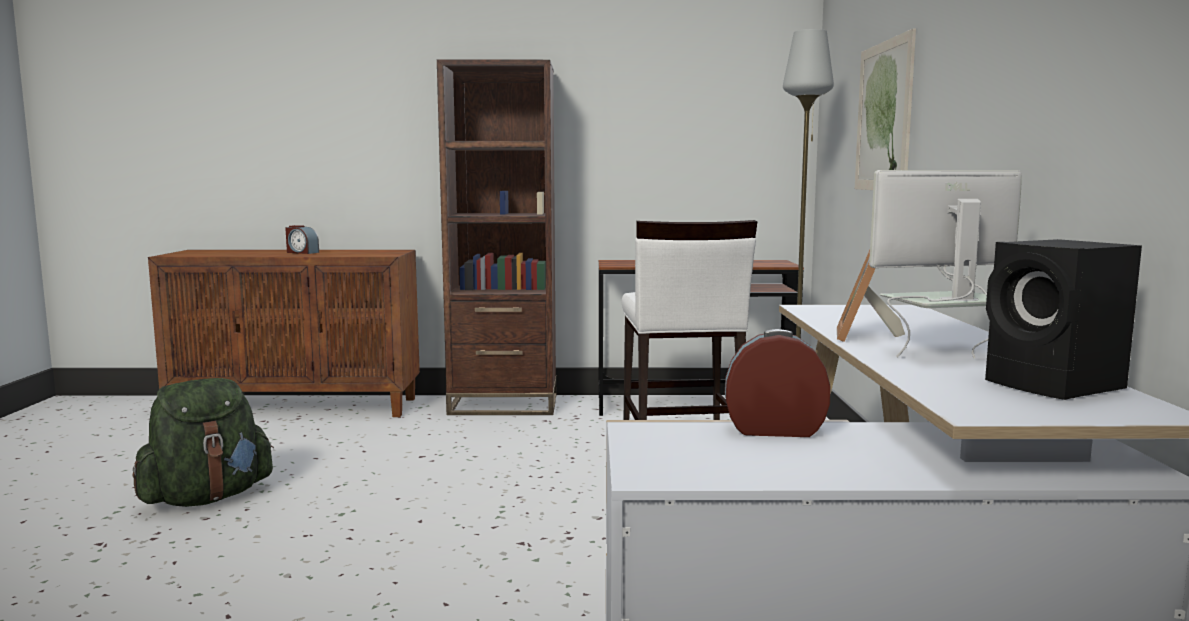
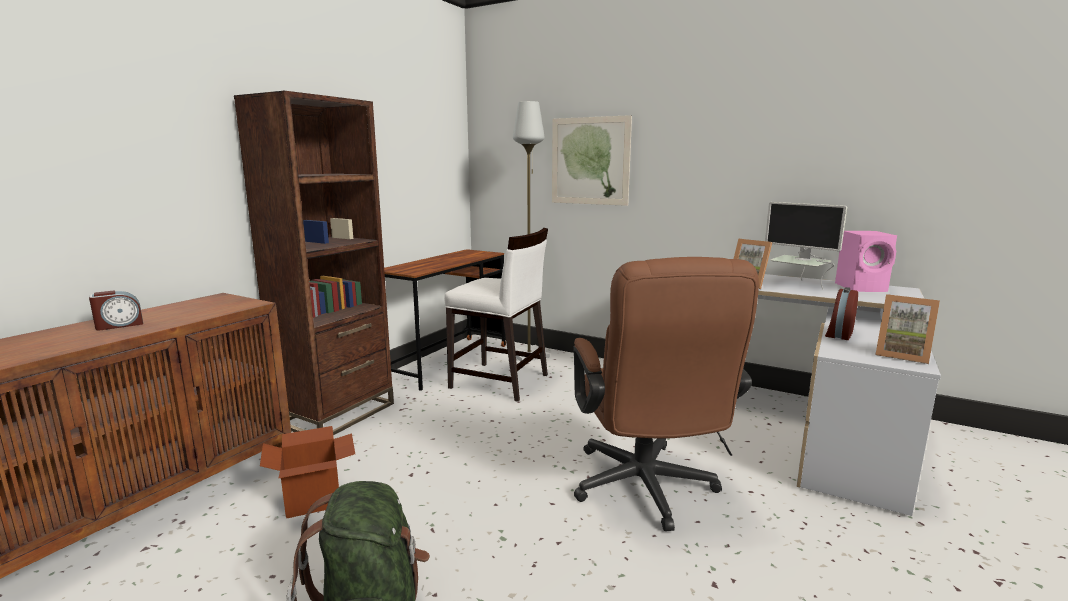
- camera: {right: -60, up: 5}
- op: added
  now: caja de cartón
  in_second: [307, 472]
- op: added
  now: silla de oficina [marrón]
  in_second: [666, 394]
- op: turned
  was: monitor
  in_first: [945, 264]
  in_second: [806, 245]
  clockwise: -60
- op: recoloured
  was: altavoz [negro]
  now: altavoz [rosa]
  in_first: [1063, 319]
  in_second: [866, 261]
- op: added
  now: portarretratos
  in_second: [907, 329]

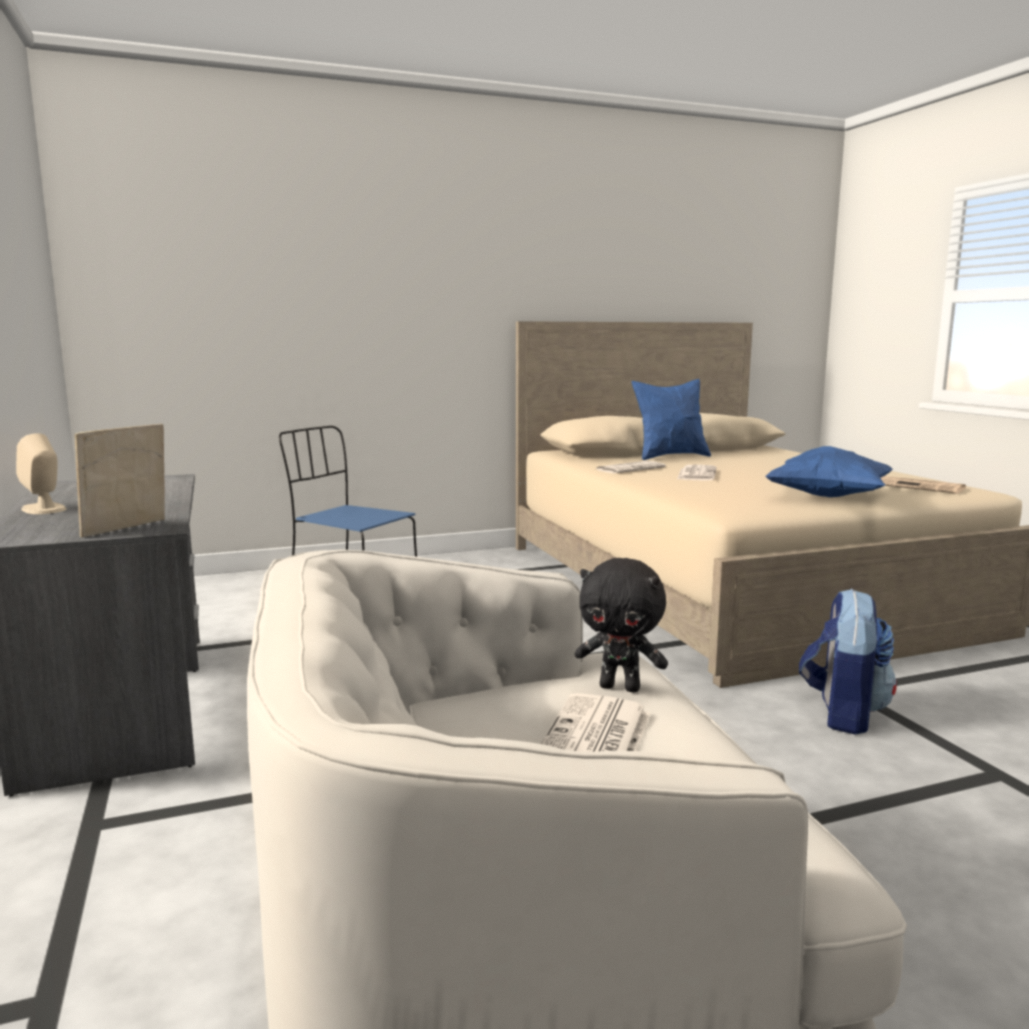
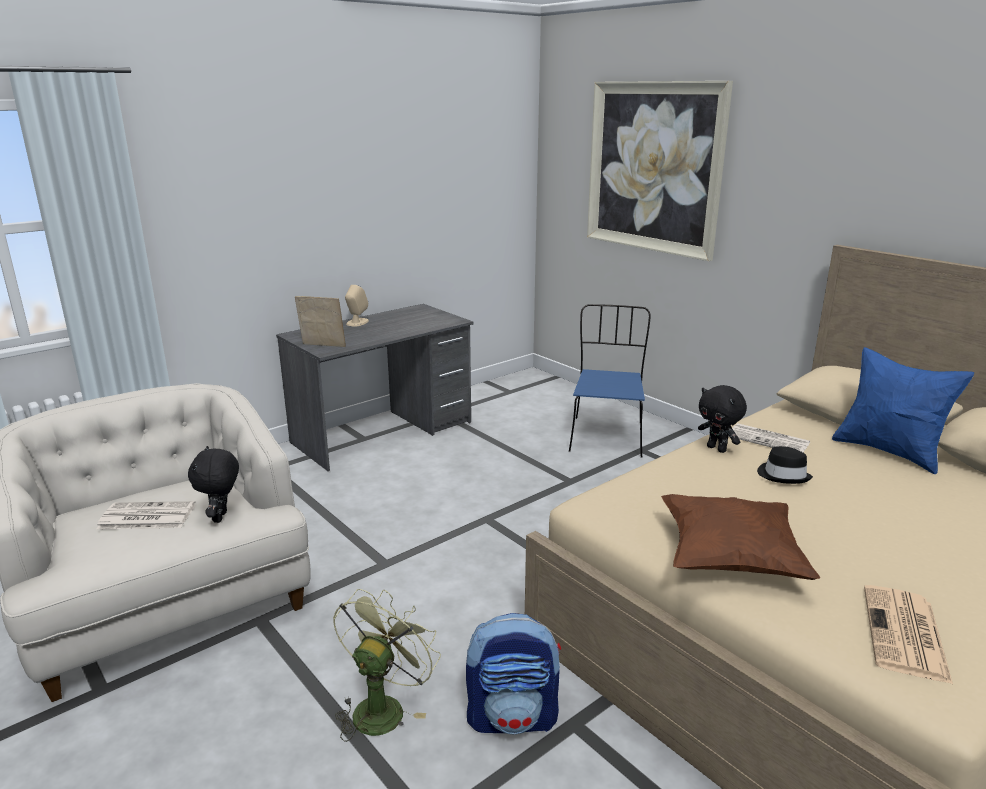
- camera: {right: 70, up: 10}
- op: added
  now: ventilador [verde]
  in_second: [387, 665]
- op: added
  now: cuadro
  in_second: [660, 171]
- op: recoloured
  was: cojín [azul]
  now: cojín [marrón]
  in_first: [829, 471]
  in_second: [740, 537]
- op: added
  now: peluche [negro]
  in_second: [722, 419]
- op: replaced
  was: periódico
  now: sombrero [negro]
  in_first: [696, 472]
  in_second: [785, 465]

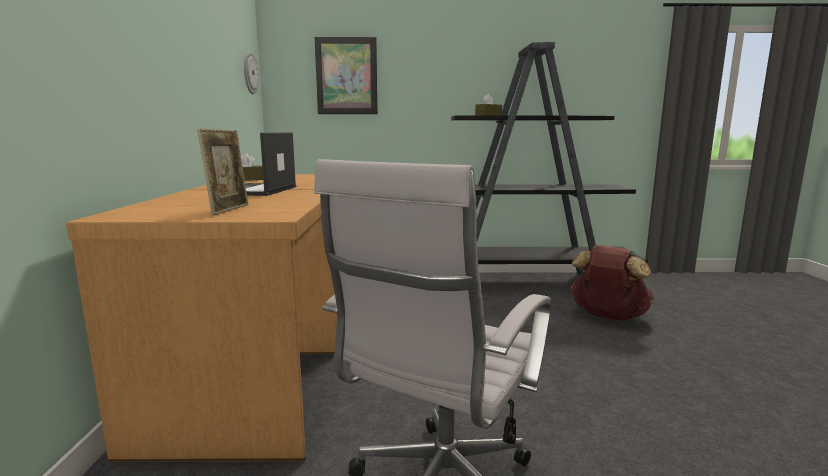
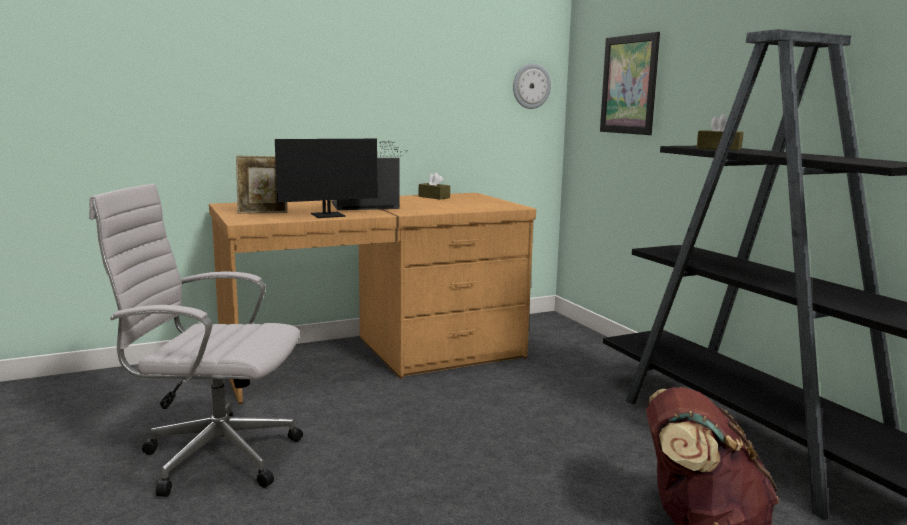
- camera: {right: 65, up: 0}
- op: added
  now: monitor
  in_second: [341, 178]

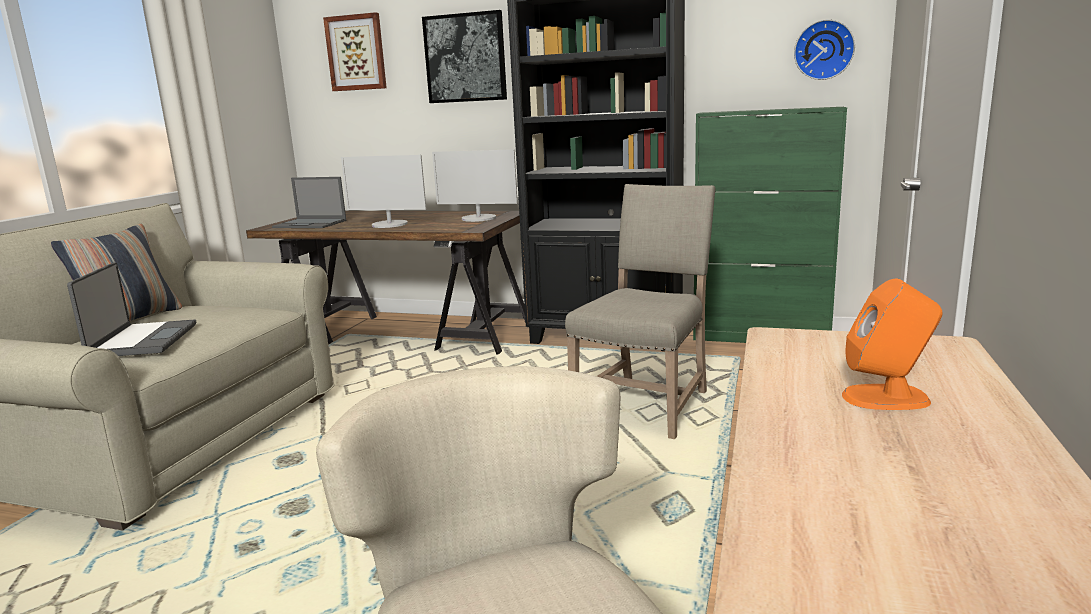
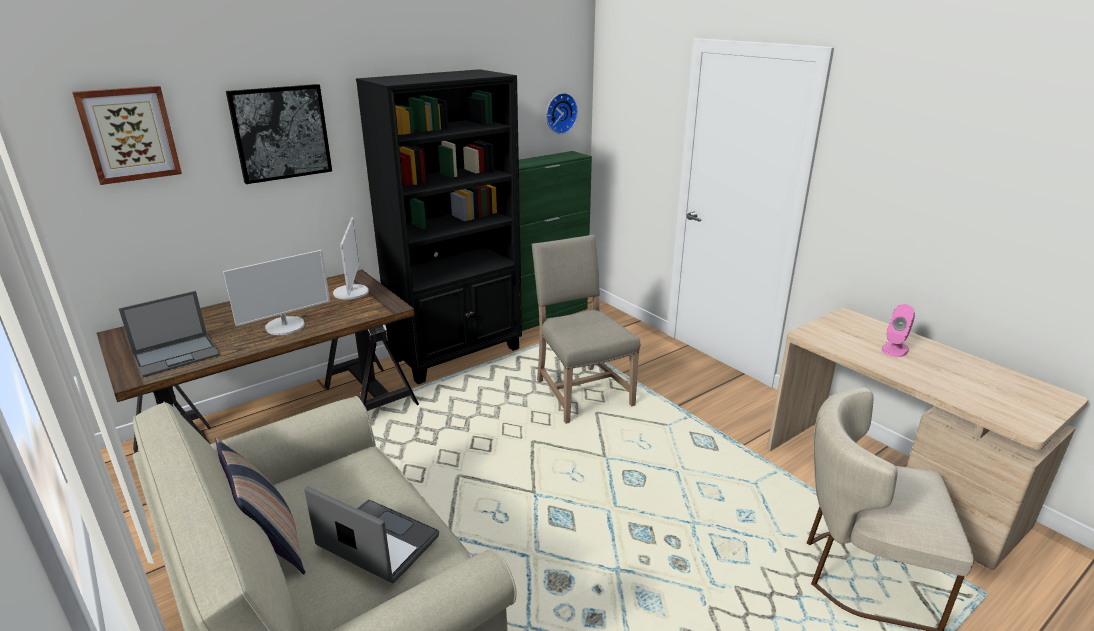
- camera: {right: -55, up: 10}
- op: turned
  was: monitor
  in_first: [475, 185]
  in_second: [351, 258]
  clockwise: -60
- op: recoloured
  was: altavoz [naranja]
  now: altavoz [rosa]
  in_first: [892, 344]
  in_second: [898, 330]

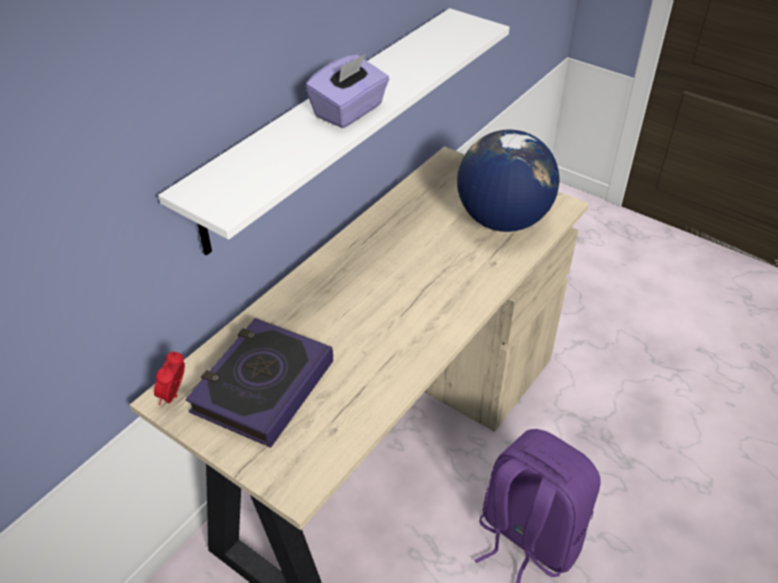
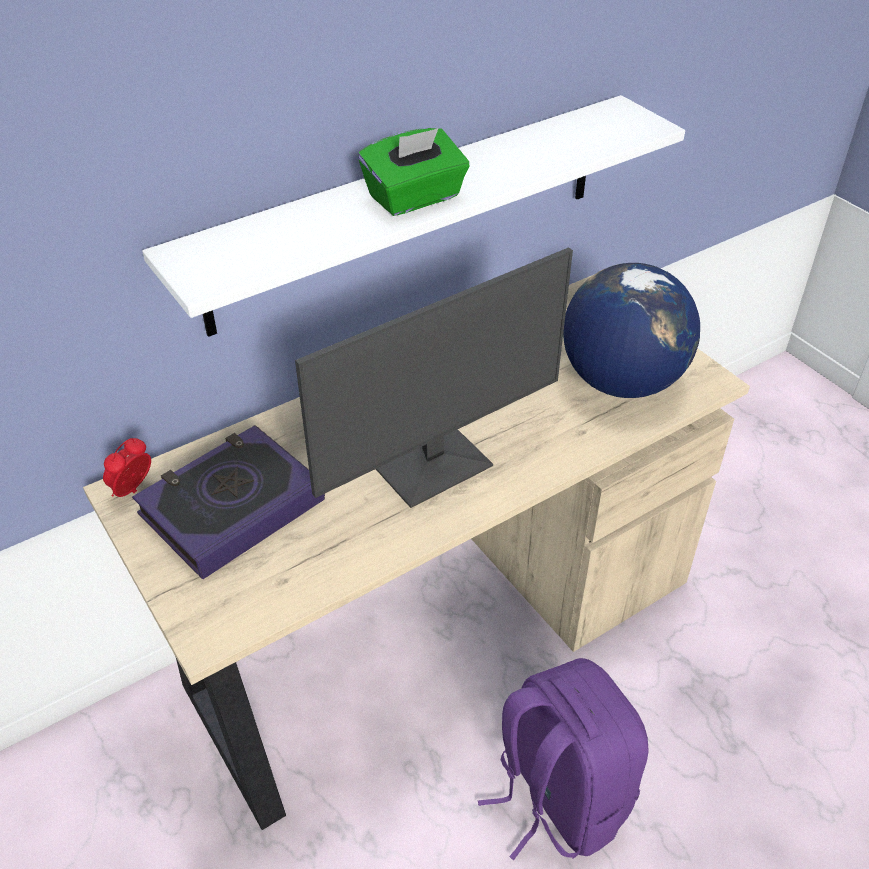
- camera: {right: 20, up: 0}
- op: added
  now: monitor
  in_second: [434, 377]
- op: recoloured
  was: caja de pañuelos [morado]
  now: caja de pañuelos [verde]
  in_first: [347, 91]
  in_second: [414, 172]

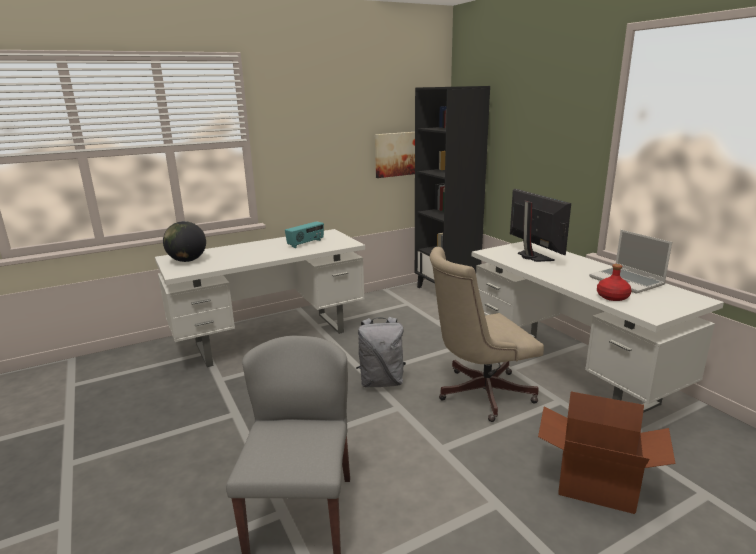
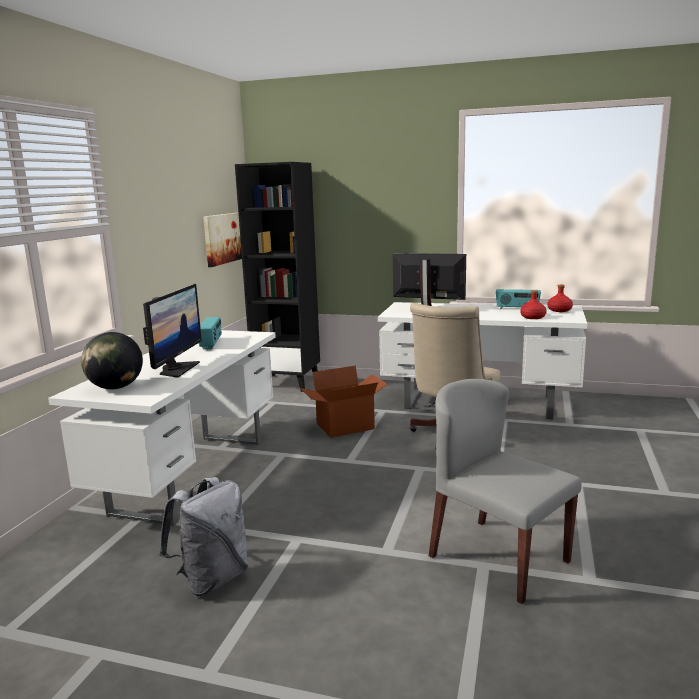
- camera: {right: -45, up: -5}
- op: added
  now: monitor
  in_second: [172, 331]
- op: moved
  was: mochila [gris]
  in_first: [381, 352]
  in_second: [203, 536]
- op: moved
  was: caja de cartón
  in_first: [607, 453]
  in_second: [344, 401]
- op: replaced
  was: portátil
  now: radio
  in_first: [630, 262]
  in_second: [518, 299]
- op: added
  now: botella [rojo]
  in_second: [560, 298]

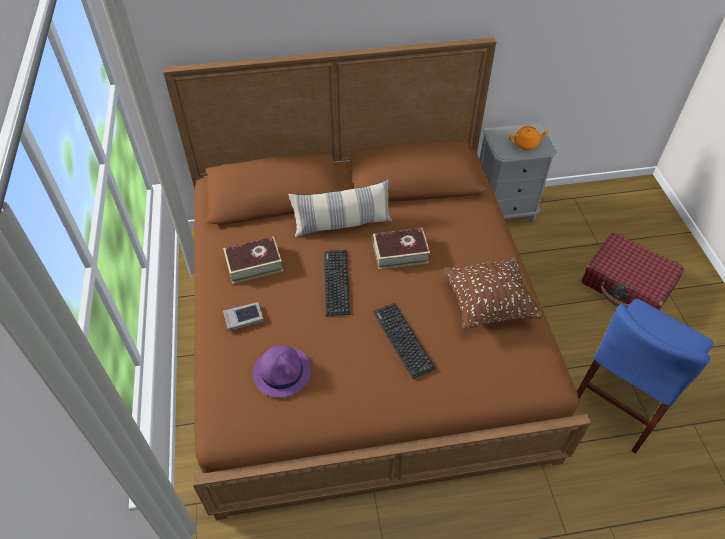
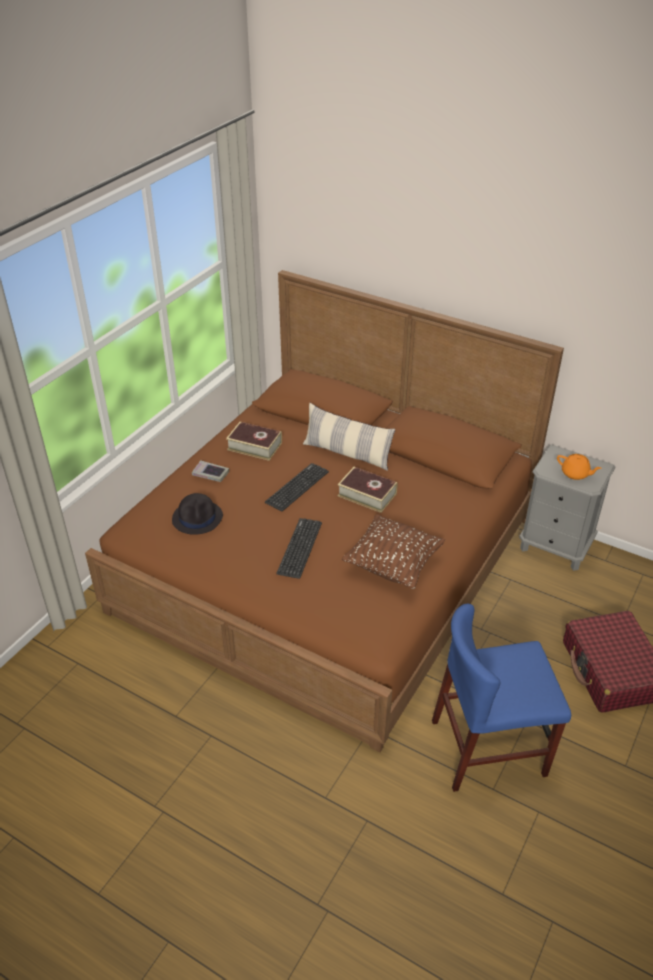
- camera: {right: 40, up: -10}
- op: recoloured
  was: sombrero [morado]
  now: sombrero [negro]
  in_first: [282, 371]
  in_second: [197, 514]

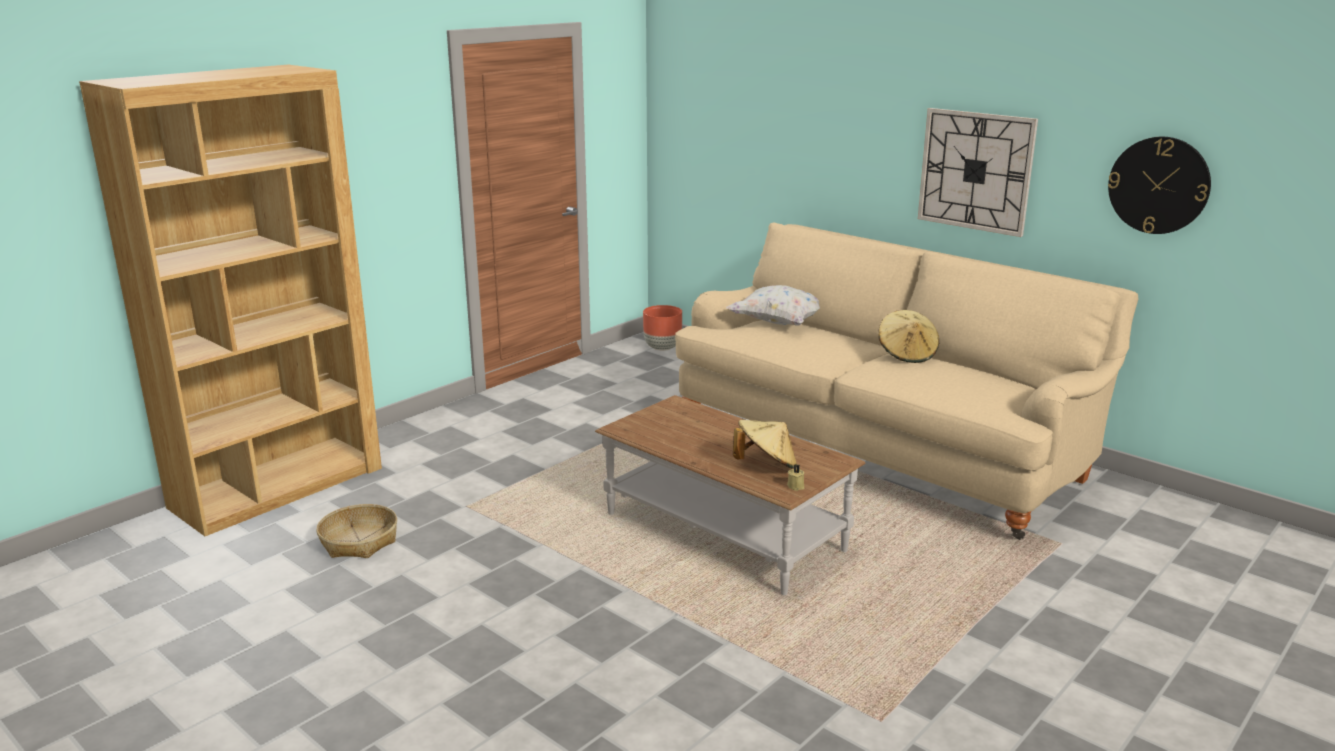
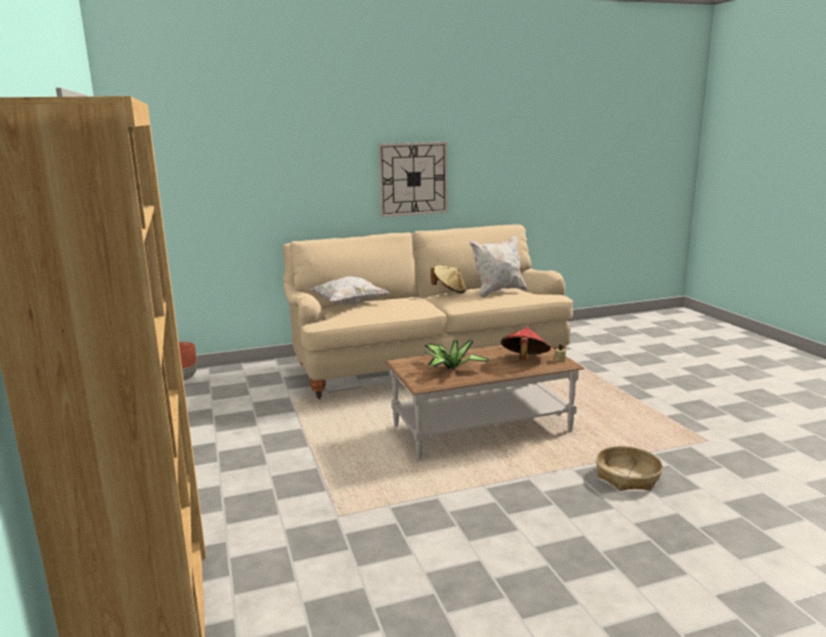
- camera: {right: -60, up: -5}
- op: added
  now: planta en maceta
  in_second: [457, 355]
- op: added
  now: cojín [blanco]
  in_second: [498, 266]
- op: recoloured
  was: sombrero [beis]
  now: sombrero [rojo]
  in_first: [765, 444]
  in_second: [526, 343]
- op: moved
  was: cesta
  in_first: [356, 531]
  in_second: [629, 468]
- op: removed
  was: reloj de pared
  in_first: [1159, 185]

